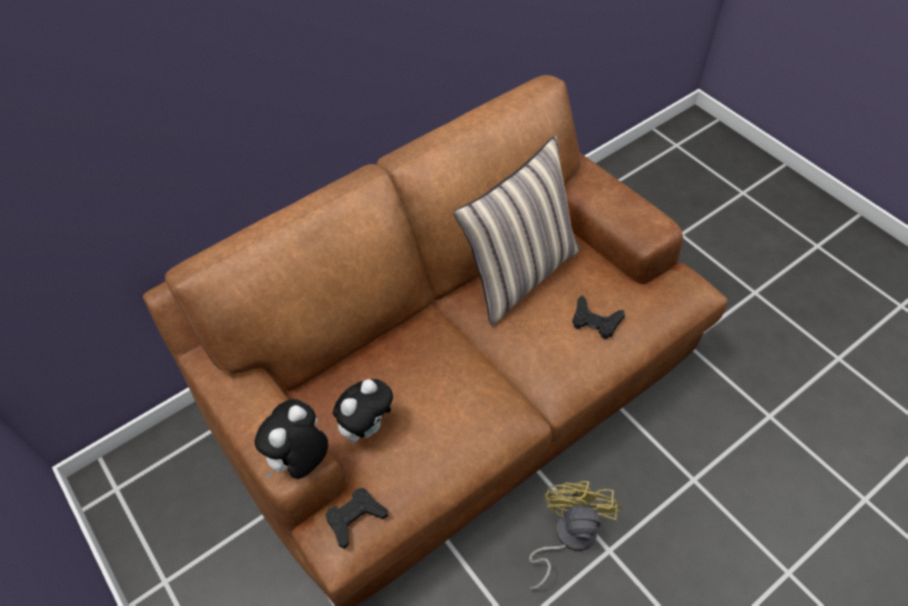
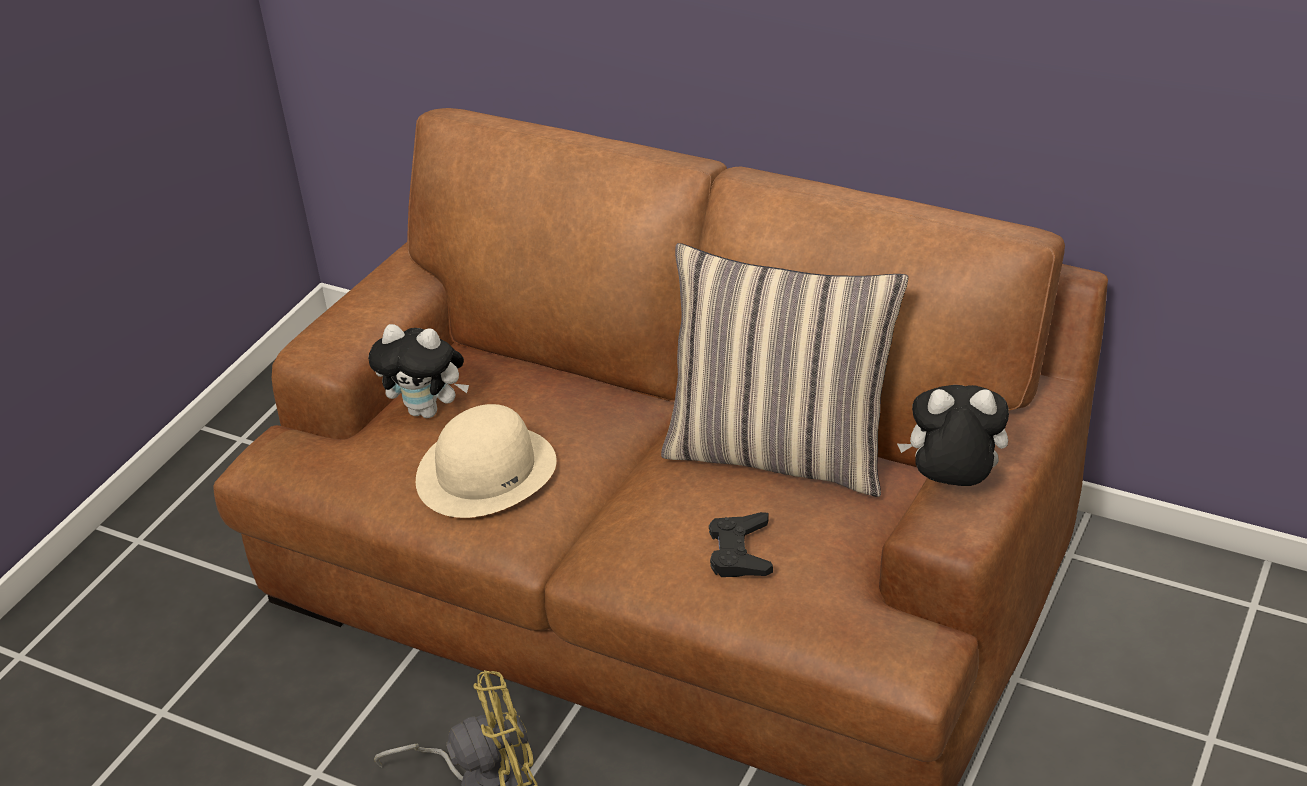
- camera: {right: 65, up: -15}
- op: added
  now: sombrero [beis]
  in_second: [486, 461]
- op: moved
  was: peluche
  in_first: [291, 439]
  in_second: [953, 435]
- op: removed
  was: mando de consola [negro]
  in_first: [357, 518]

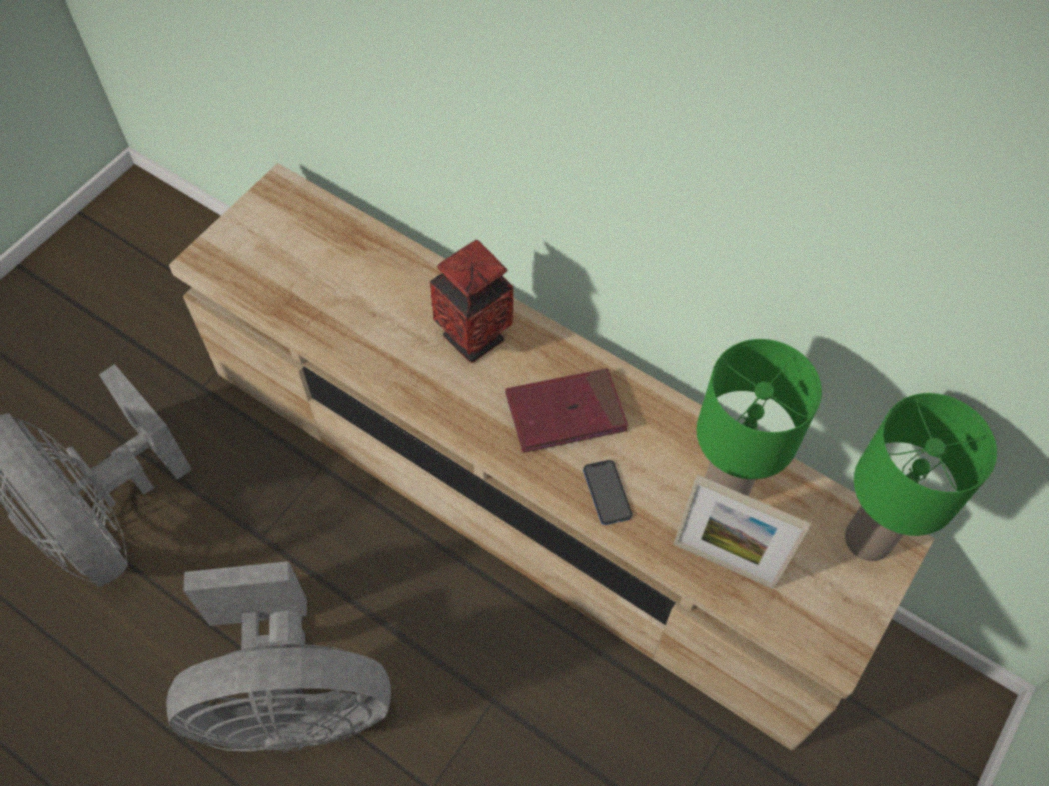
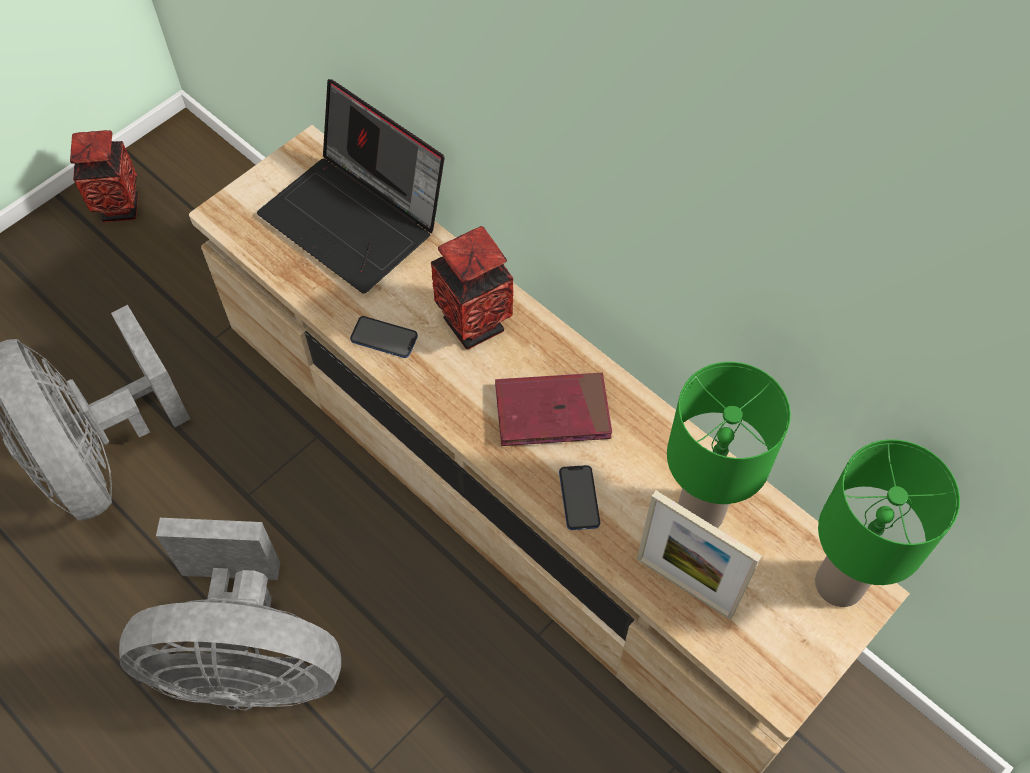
- camera: {right: 10, up: 0}
- op: added
  now: florero
  in_second: [104, 176]
- op: added
  now: portátil
  in_second: [351, 186]
- op: added
  now: móvil
  in_second: [384, 337]

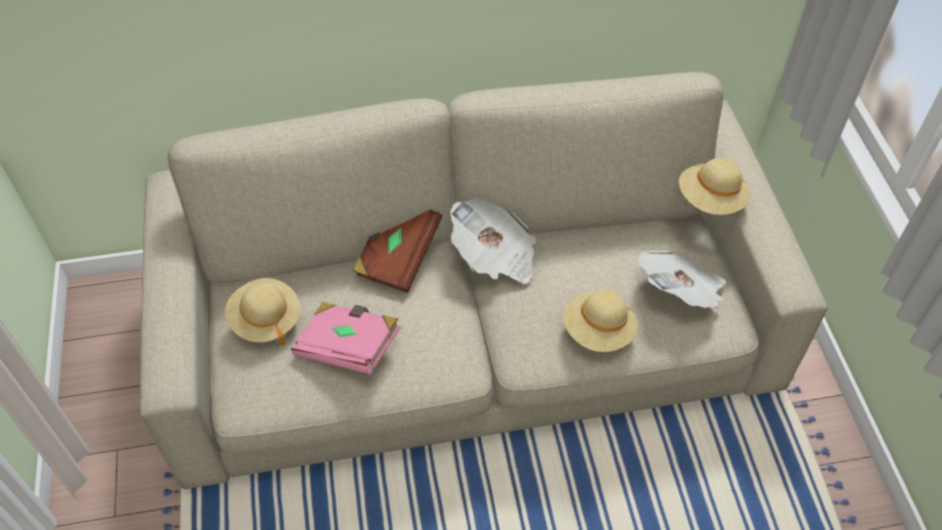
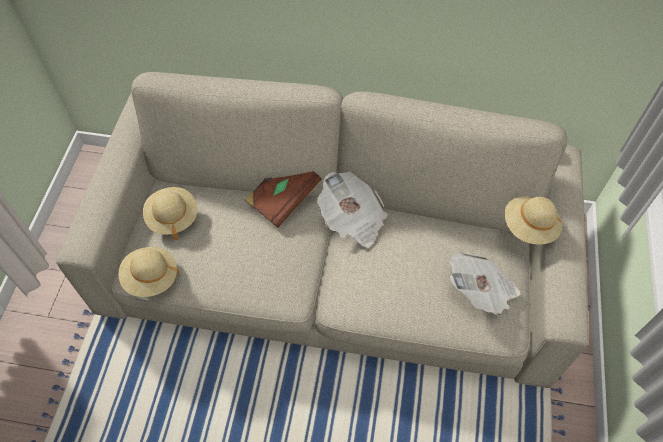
- camera: {right: 20, up: 5}
- op: moved
  was: sombrero [beis]
  in_first: [600, 321]
  in_second: [149, 272]
- op: removed
  was: libro [rosa]
  in_first: [346, 338]

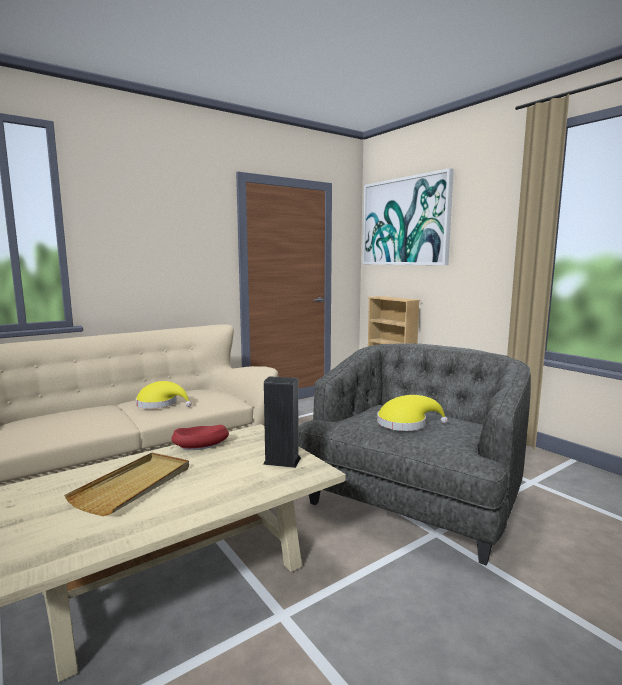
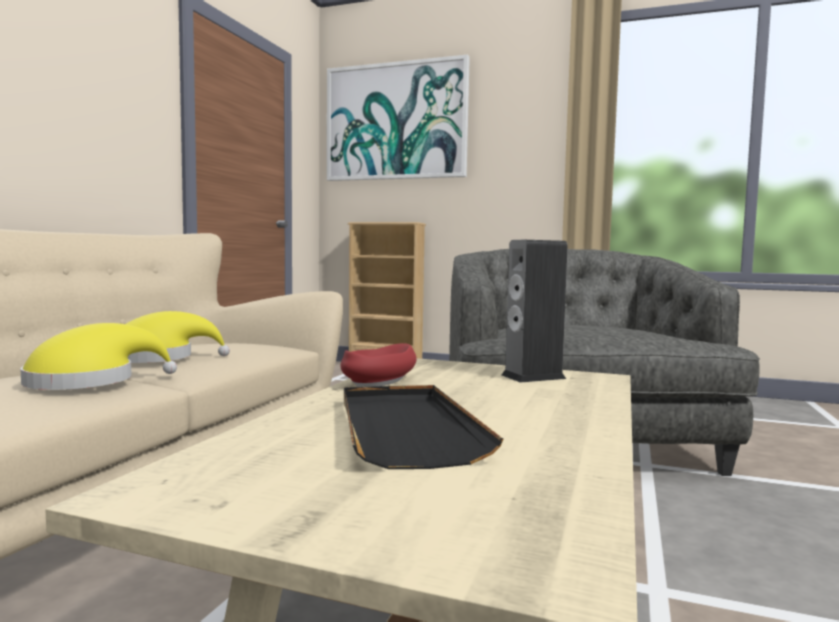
- camera: {right: -35, up: -5}
- op: moved
  was: sombrero [amarillo]
  in_first: [412, 413]
  in_second: [98, 356]
- op: recoloured
  was: bandeja [beis]
  now: bandeja [negro]
  in_first: [126, 484]
  in_second: [424, 427]

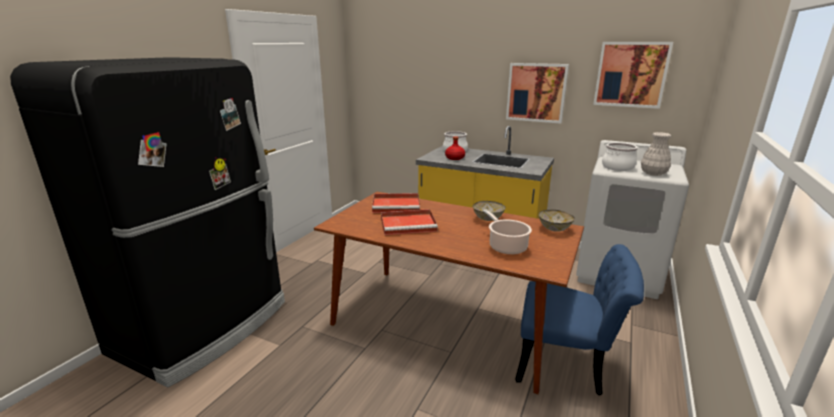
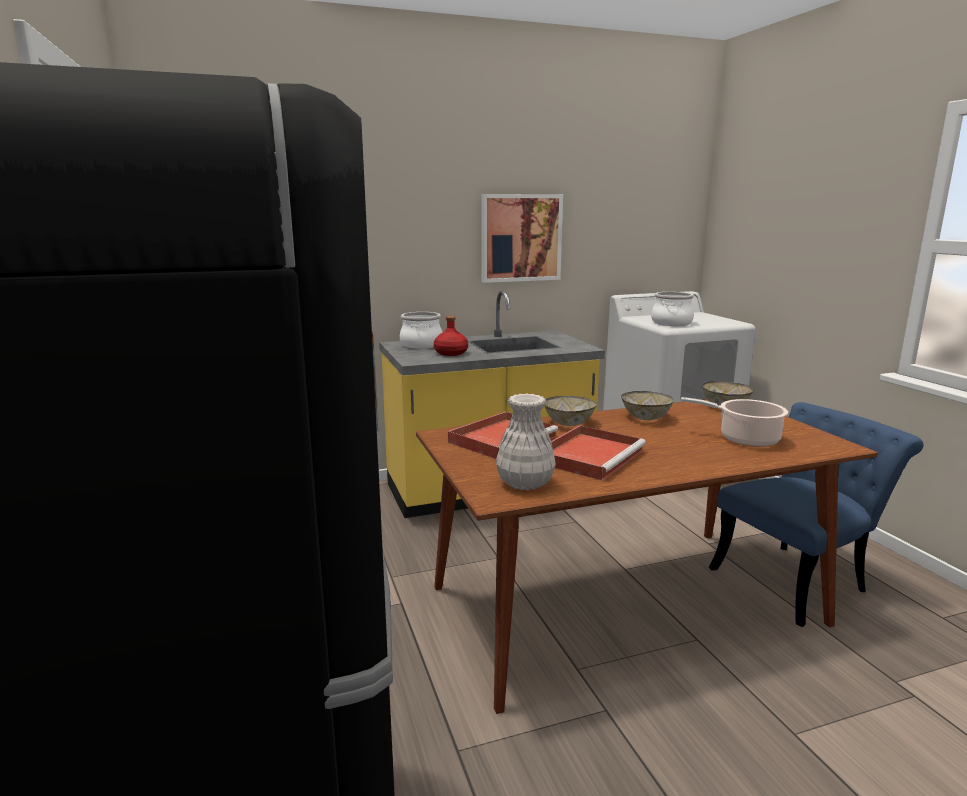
- camera: {right: -45, up: -5}
- op: moved
  was: florero [blanco]
  in_first: [656, 154]
  in_second: [526, 441]
- op: added
  now: cuenco
  in_second: [571, 411]
- op: removed
  was: cuadro
  in_first: [633, 75]

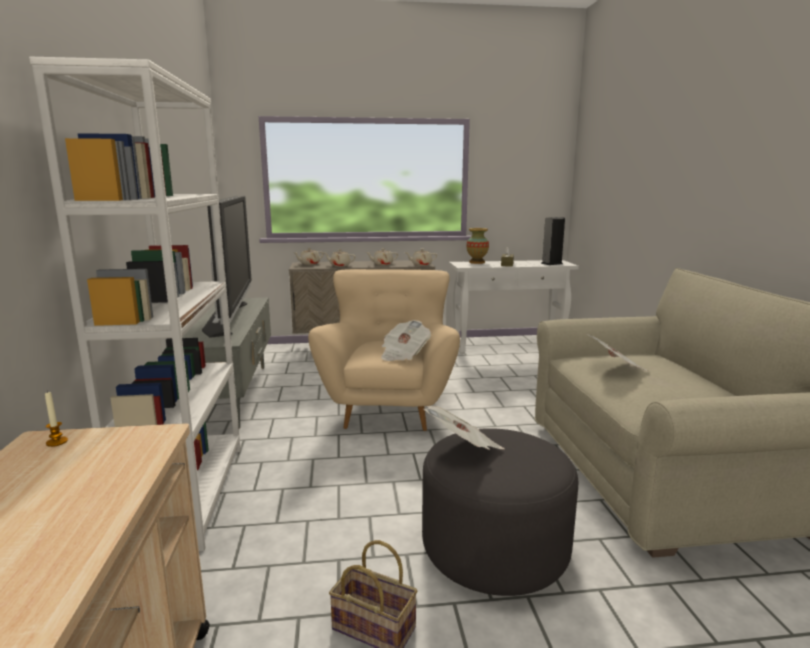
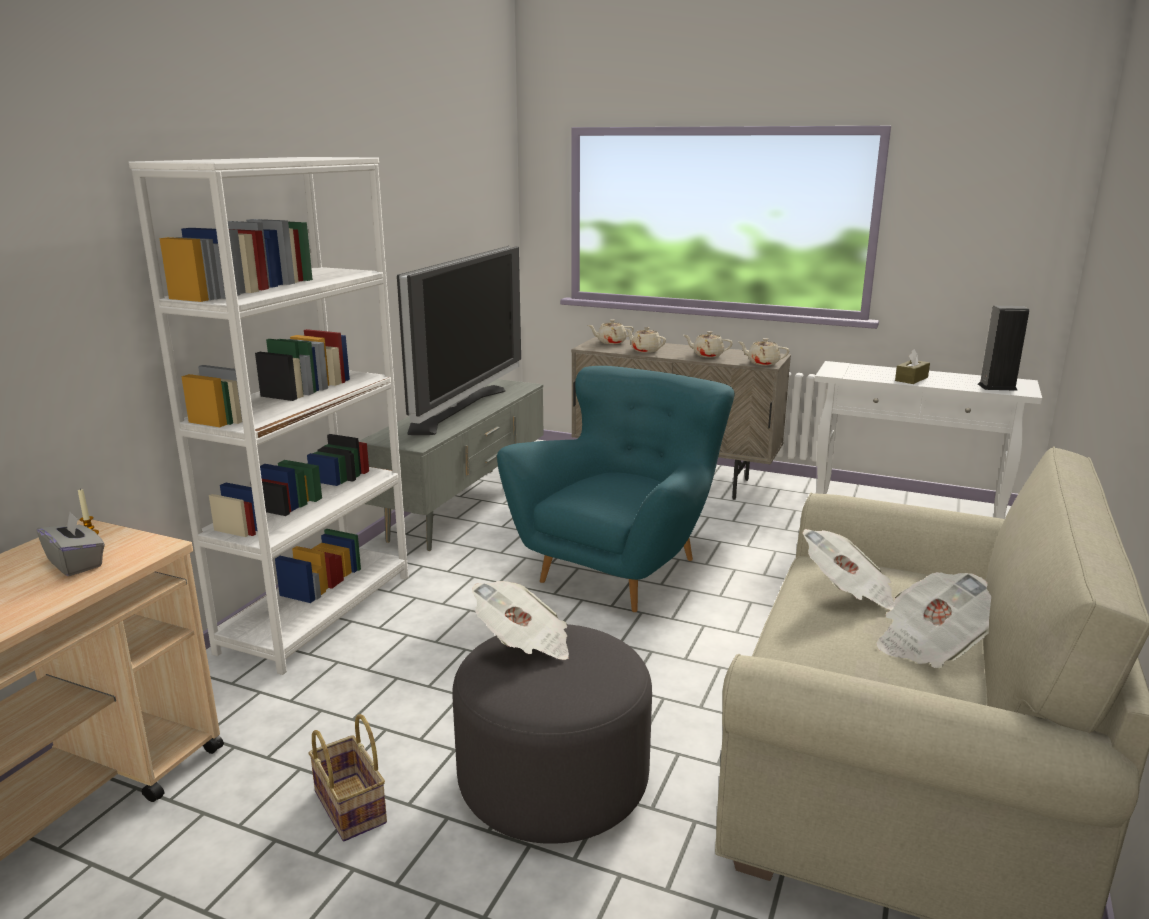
- camera: {right: 30, up: 5}
- op: added
  now: caja de pañuelos [gris]
  in_second: [71, 544]
- op: recoloured
  was: sillón [beis]
  now: sillón [turquesa]
  in_first: [384, 350]
  in_second: [616, 489]
- op: moved
  was: periódico
  in_first: [406, 340]
  in_second: [933, 620]
- op: removed
  was: florero
  in_first: [477, 246]

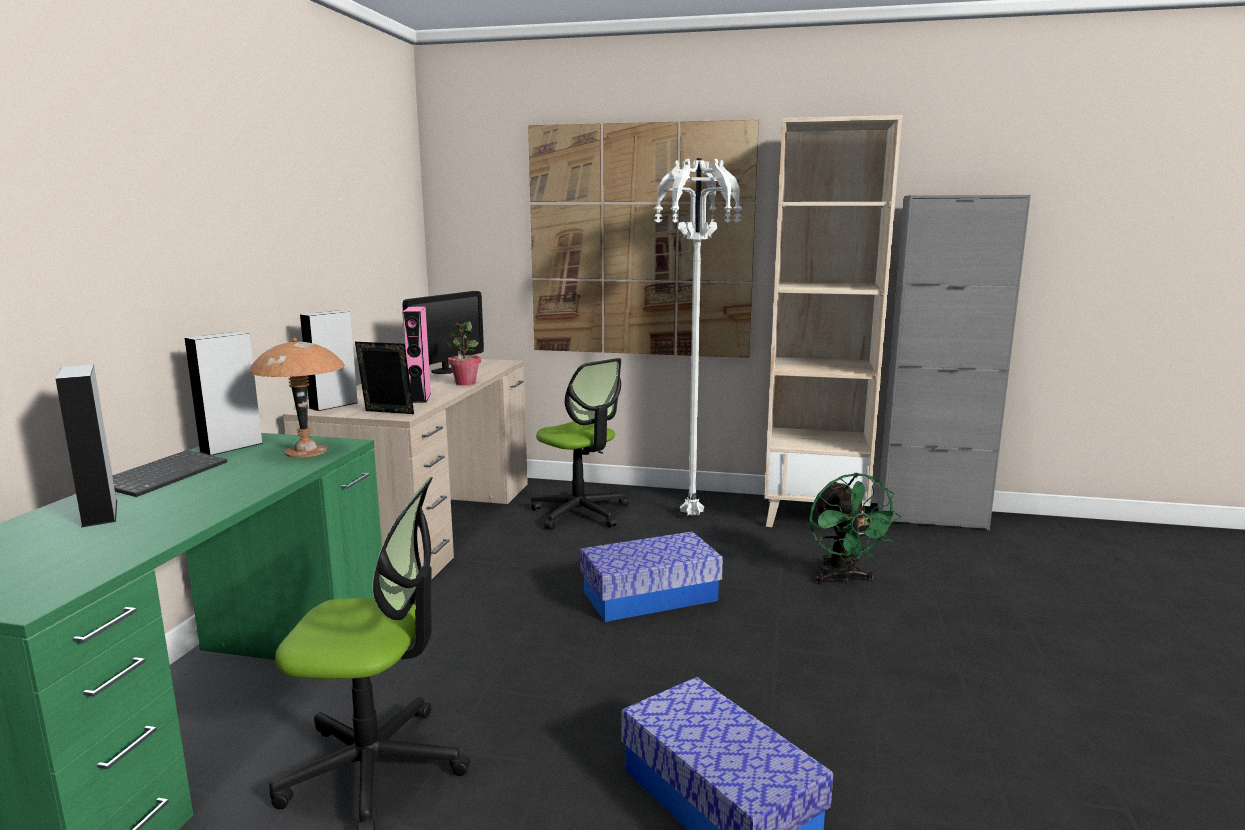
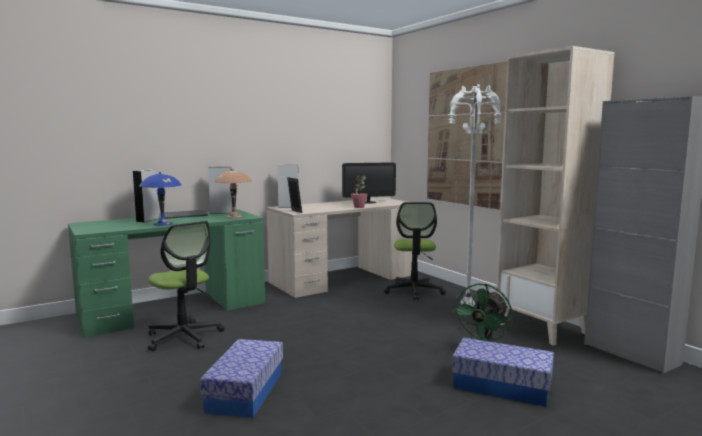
- camera: {right: 45, up: -5}
- op: added
  now: lámpara de mesa [azul]
  in_second: [160, 199]
- op: moved
  was: caja de almacenaje
  in_first: [651, 576]
  in_second: [503, 372]
- op: removed
  was: altavoz [rosa]
  in_first: [416, 354]

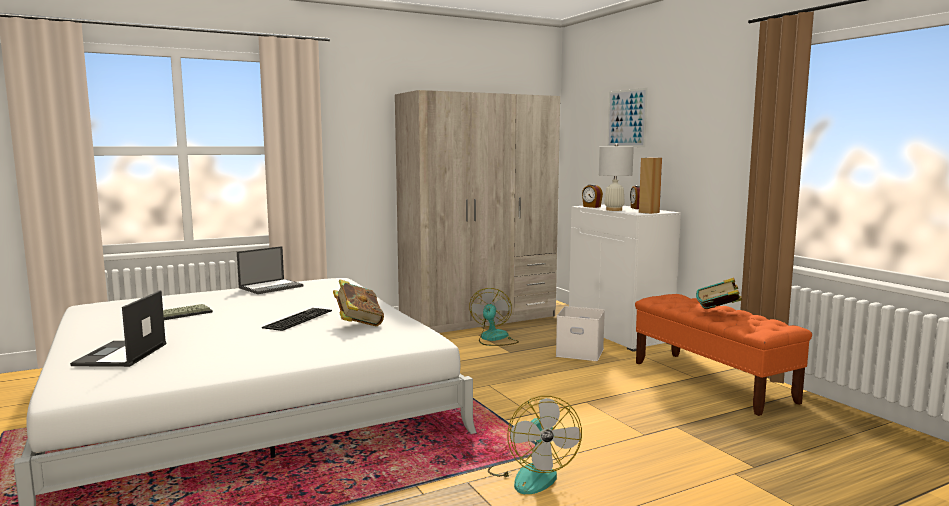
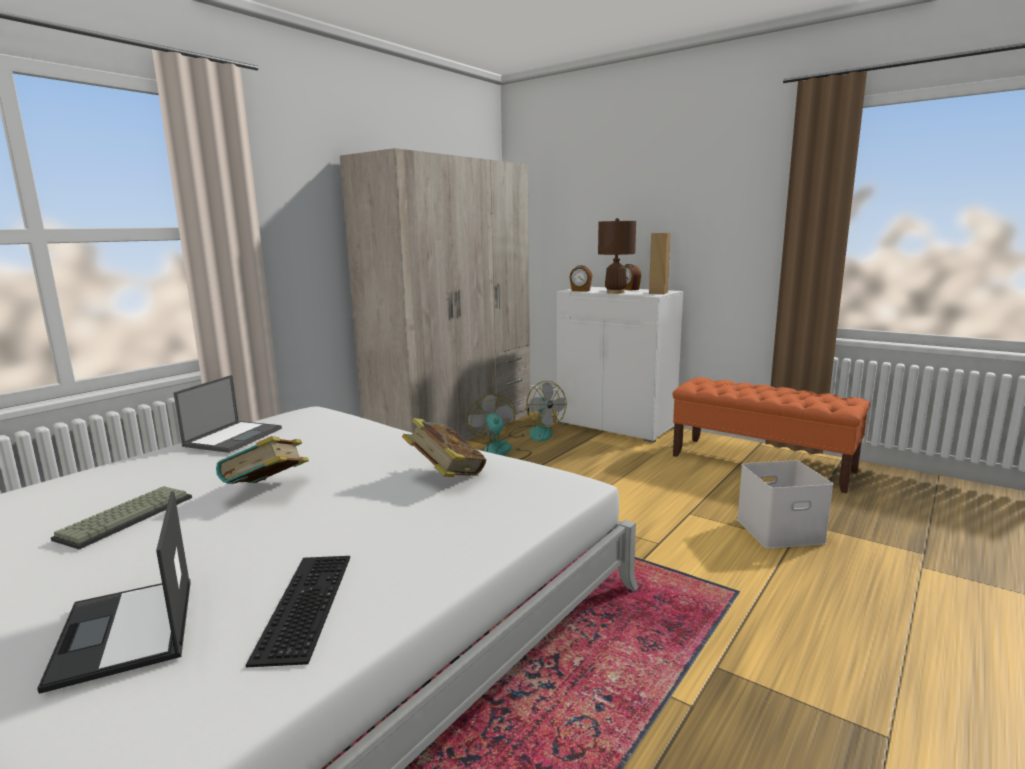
- camera: {right: -25, up: 5}
- op: moved
  was: libro
  in_first: [719, 293]
  in_second: [262, 460]
- op: moved
  was: teclado
  in_first: [297, 319]
  in_second: [298, 611]
- op: moved
  was: ventilador
  in_first: [535, 445]
  in_second: [538, 411]
- op: recoloured
  was: lámpara de mesa [blanco]
  now: lámpara de mesa [marrón]
  in_first: [616, 177]
  in_second: [617, 256]
- op: moved
  was: caja de almacenaje [blanco]
  in_first: [580, 333]
  in_second: [785, 504]
- op: removed
  was: cuadro
  in_first: [627, 117]

